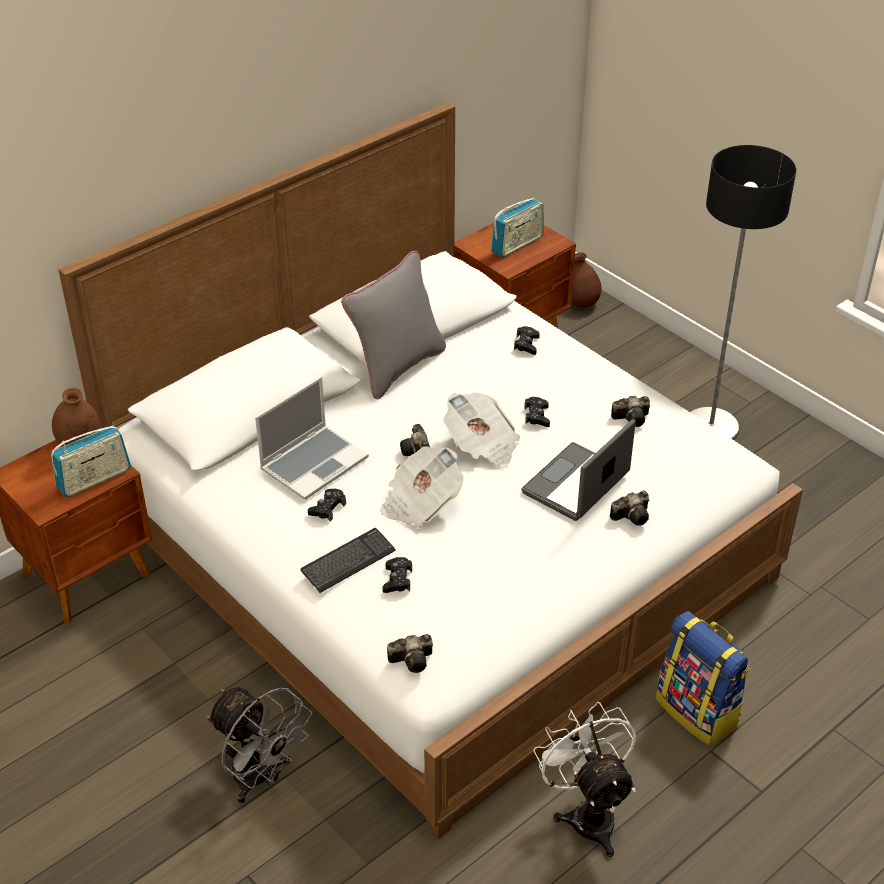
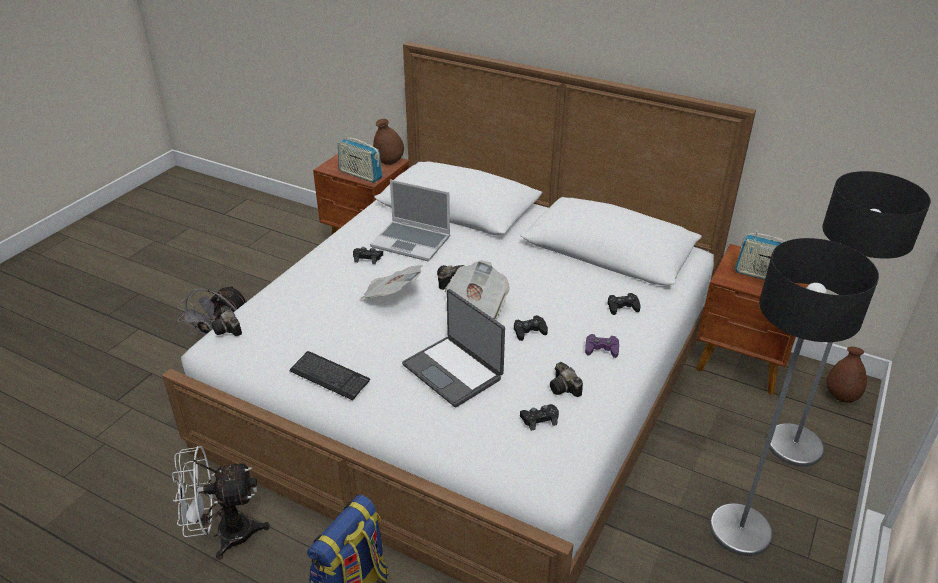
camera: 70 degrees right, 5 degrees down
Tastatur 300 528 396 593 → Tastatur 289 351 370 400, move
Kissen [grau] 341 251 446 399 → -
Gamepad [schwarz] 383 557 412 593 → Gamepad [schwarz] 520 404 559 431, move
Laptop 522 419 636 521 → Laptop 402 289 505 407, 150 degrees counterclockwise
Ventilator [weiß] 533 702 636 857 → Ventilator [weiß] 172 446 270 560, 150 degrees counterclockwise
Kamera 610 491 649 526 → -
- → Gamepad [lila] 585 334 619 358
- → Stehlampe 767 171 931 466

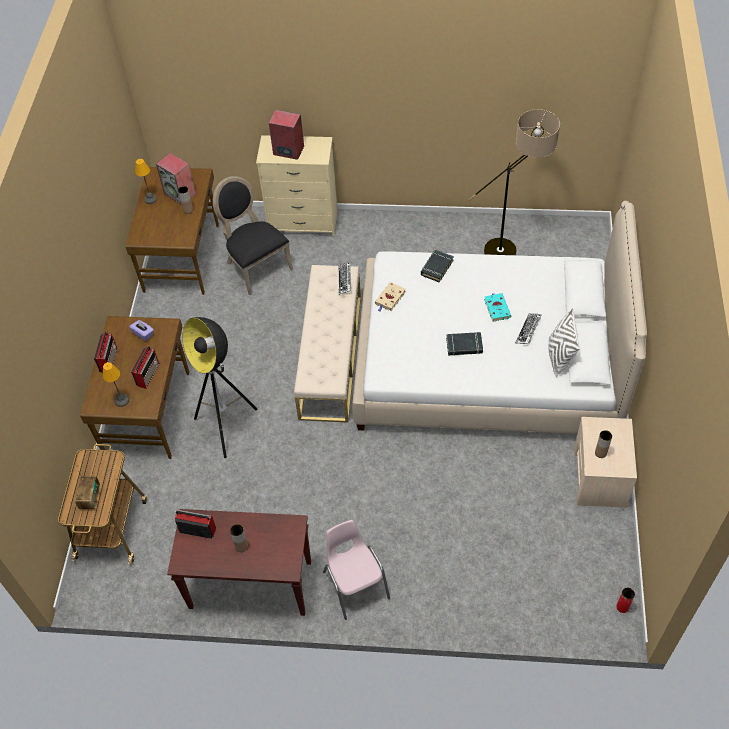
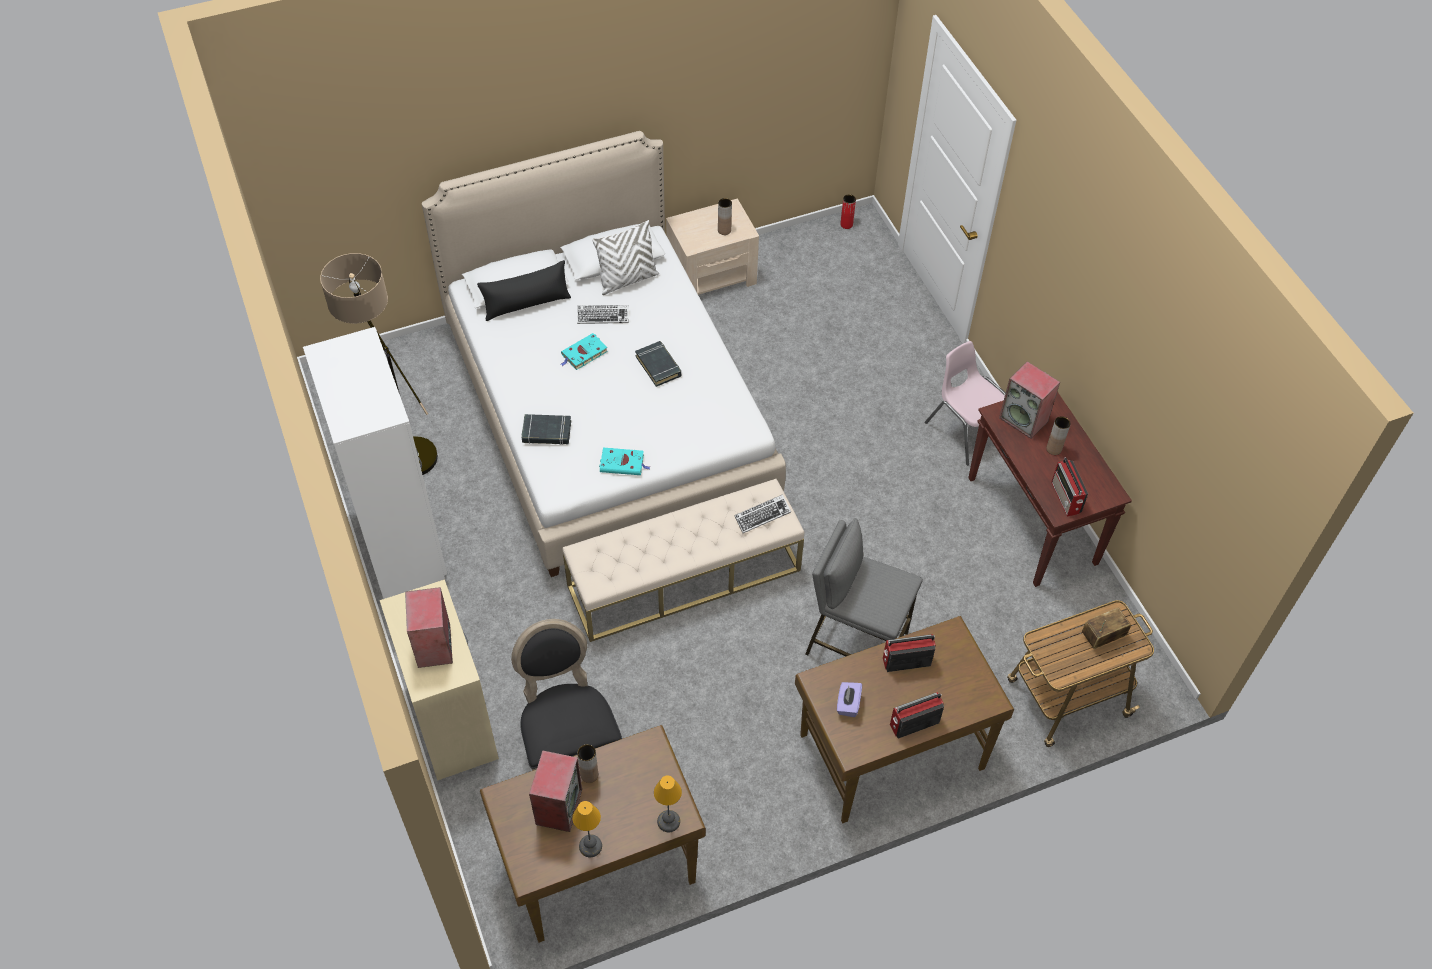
camera: 120 degrees left, 0 degrees up
Tischlampe 102 362 129 407 → Tischlampe 654 775 682 832, move
Stehlampe 183 317 257 458 → Hocker [grau] 805 518 923 656
Stuhl [schwarz] 213 176 293 295 → Stuhl [schwarz] 511 619 622 771, 135 degrees clockwise
Stuhl [rosa] 323 520 390 620 → Stuhl [rosa] 925 341 1005 465, 105 degrees clockwise
Tastatur 338 262 352 295 → Tastatur 734 494 791 533, move
Buch [beige] 375 282 406 312 → Buch [türkis] 599 448 650 475
- → Kleiderschrank [weiß] 303 327 447 599
- → Kissen [schwarz] 477 260 571 321
- → Lautsprecher 999 361 1060 439

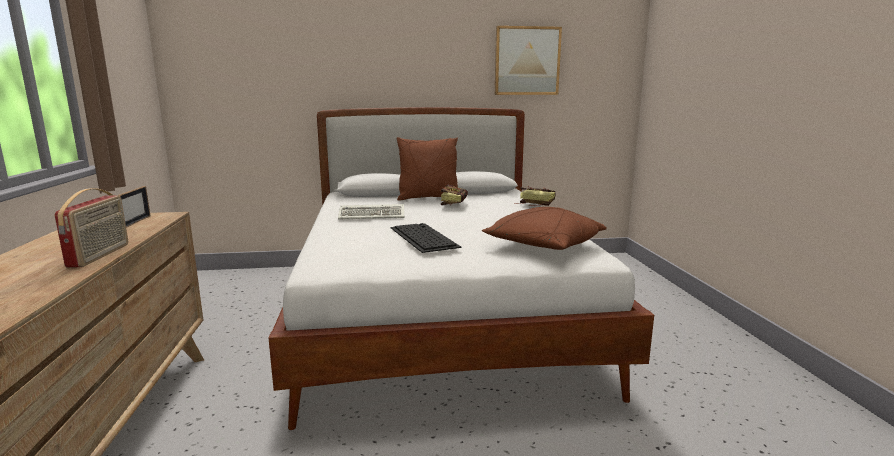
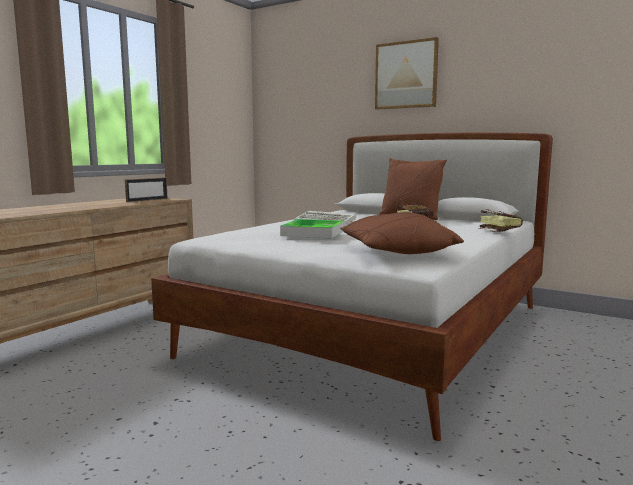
camera: 40 degrees right, 5 degrees down
Radio 55 188 128 267 → -
Tastatur 391 223 461 253 → Tablett 280 219 344 239
Bild 495 26 562 95 → Bild 375 37 439 109, move

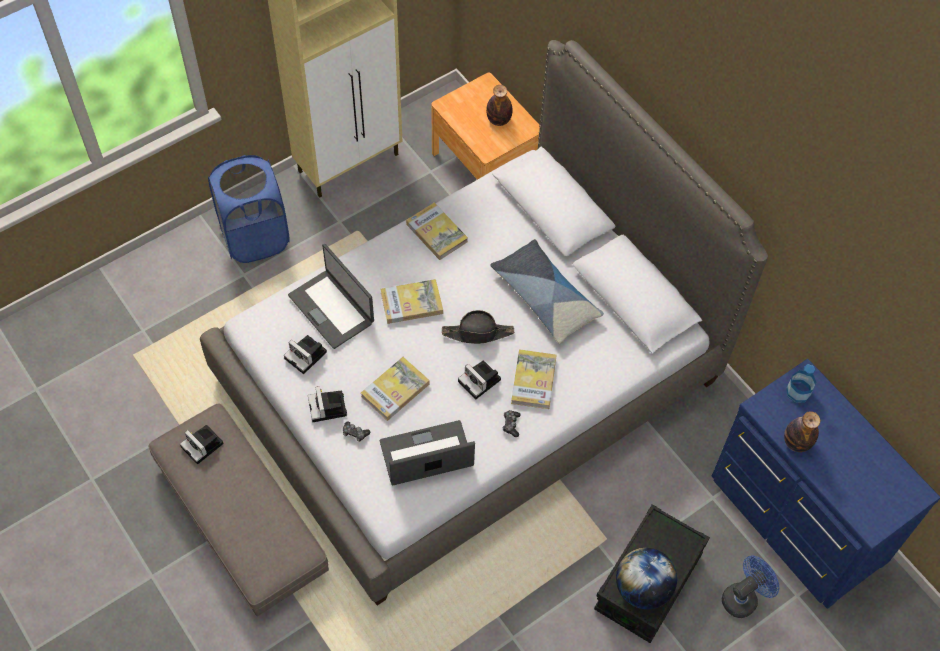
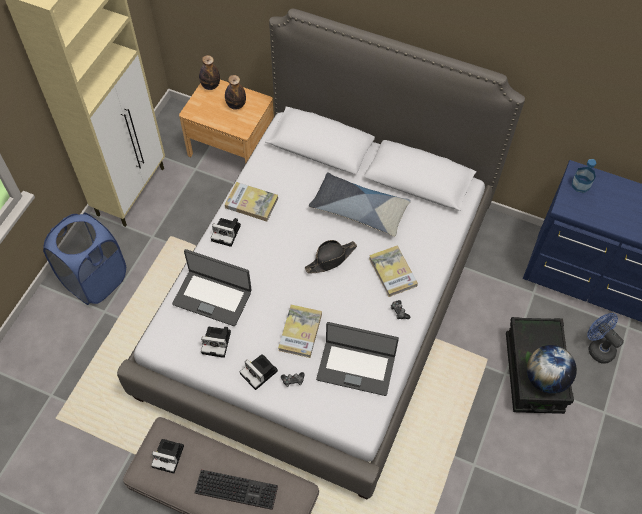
camera: 30 degrees left, 0 degrees up
Laptop 380 420 475 485 → Laptop 316 322 399 396, 120 degrees counterclockwise
Buch 381 279 443 324 → -
Kamera 458 360 501 399 → Kamera 211 218 241 247, move
Ventilator [blau] 722 556 779 618 → Ventilator [blau] 587 313 624 364, 60 degrees counterclockwise
Flasche 784 411 820 452 → Flasche 199 55 220 90, move
- → Tastatur 195 470 278 510

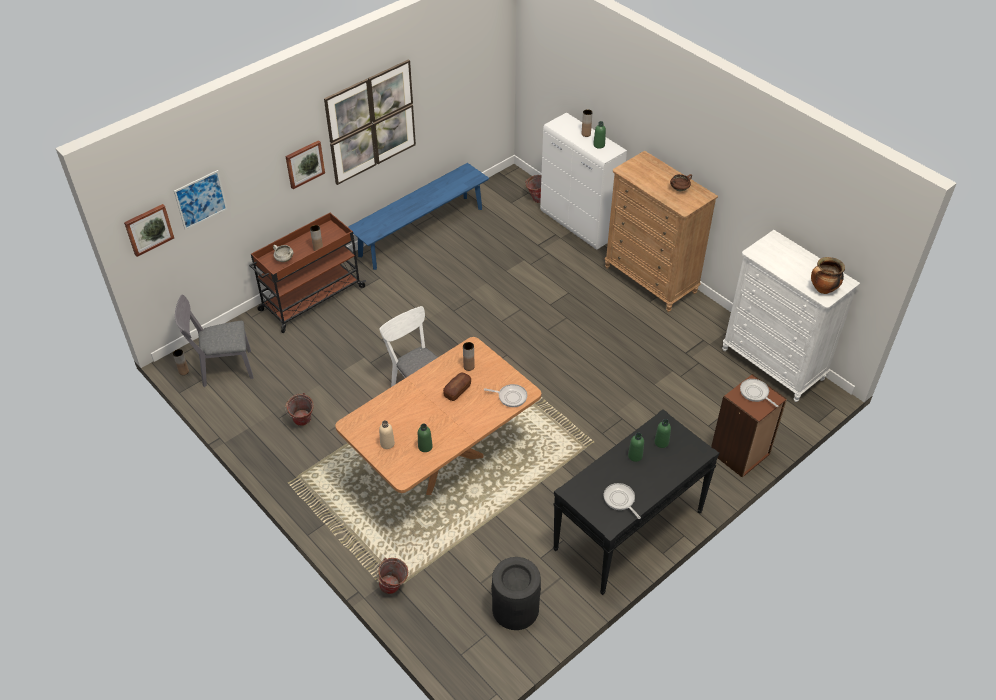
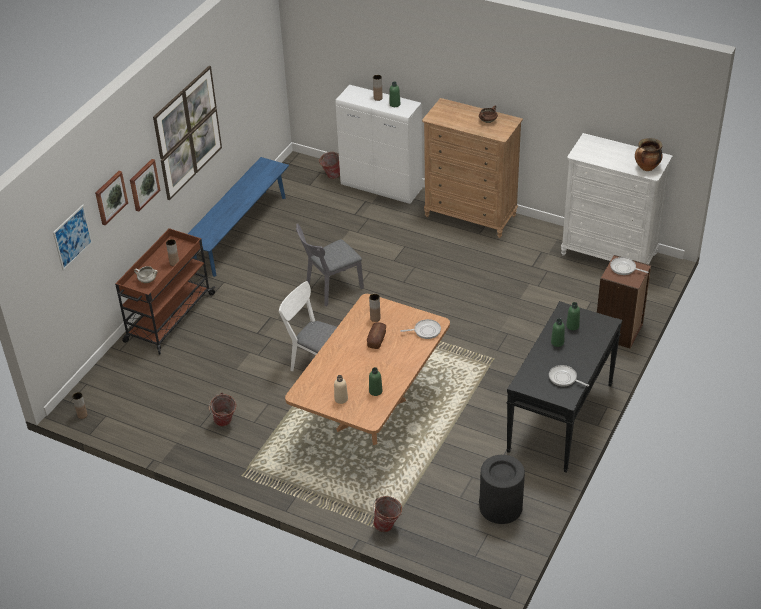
camera: 20 degrees left, 5 degrees down
Bild 124 204 174 257 → Bild 95 171 128 225, move
Stuhl [grau] 175 295 253 387 → Stuhl [grau] 296 224 364 307, move

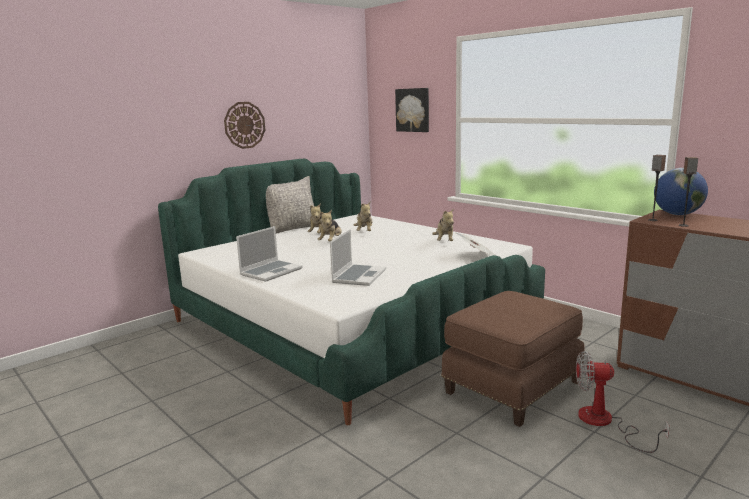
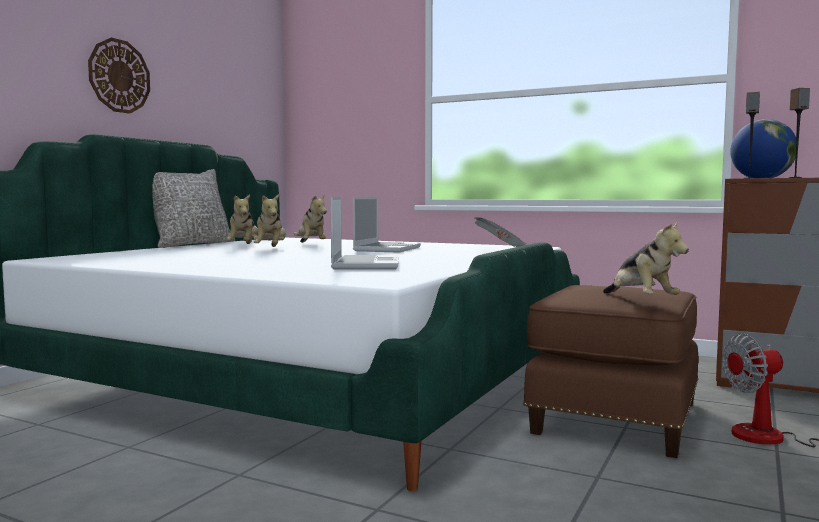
camera: 20 degrees left, 10 degrees down
Laptop 236 226 302 282 → Laptop 353 197 421 253, move
Bild 395 88 429 132 → -
Plüschtier 432 208 454 241 → Plüschtier 603 221 689 295, move

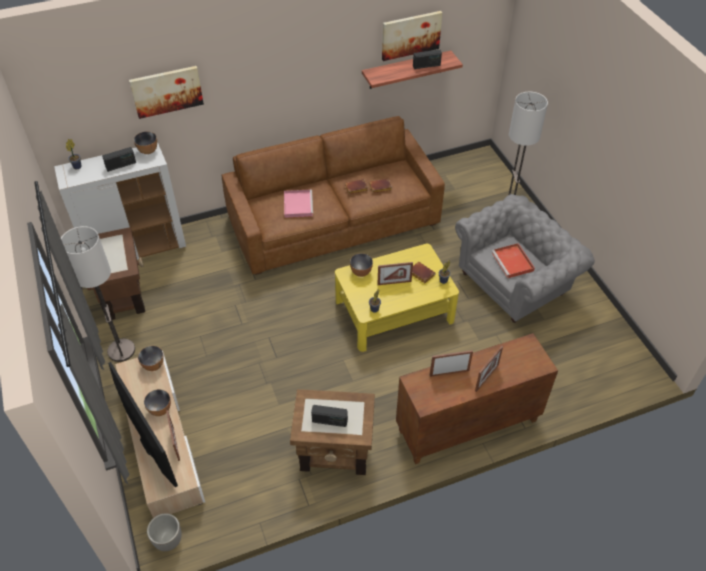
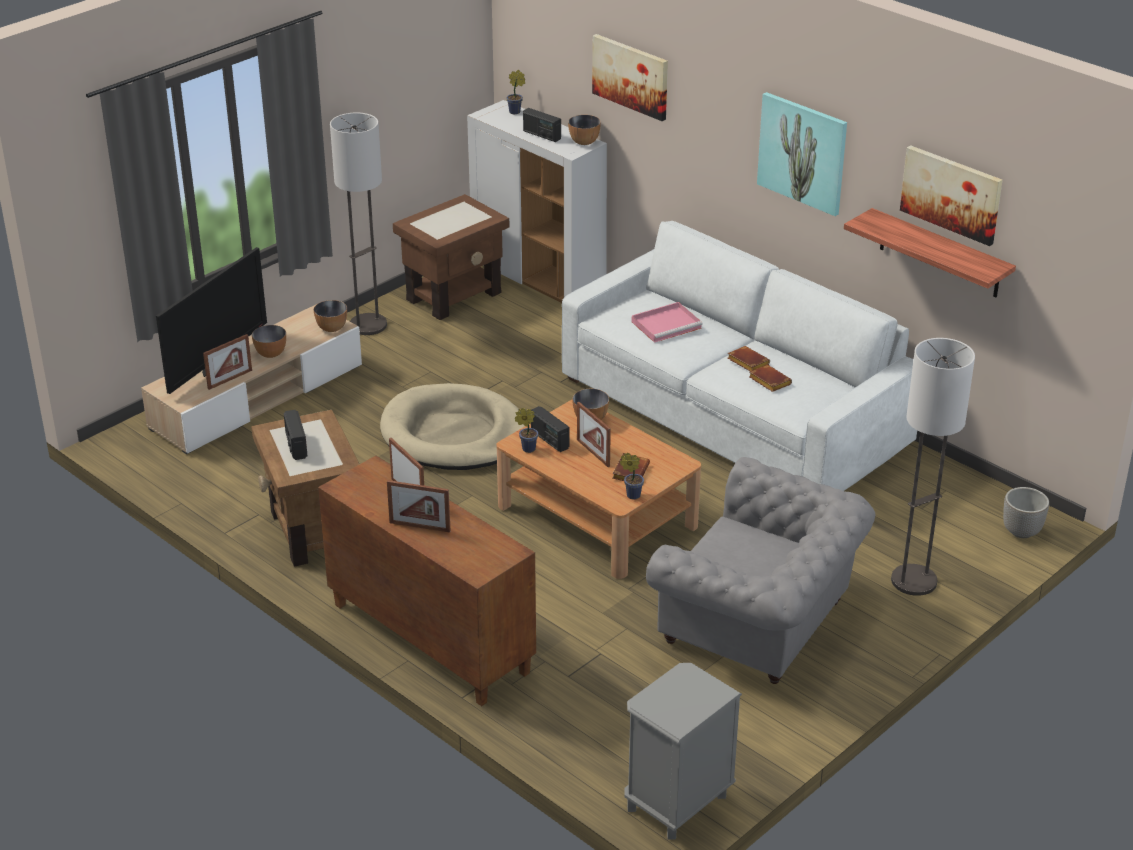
camera: 65 degrees right, 15 degrees down
Pflanzkübel 147 513 182 551 → Pflanzkübel 1003 487 1049 538, move
Sofa [braun] 222 116 445 275 → Sofa [weiß] 562 221 917 491
Couchtisch [gelb] 335 244 459 352 → Couchtisch [braun] 496 400 701 579
Radio 413 50 442 69 → Radio 531 406 570 452, move
Tablett [rot] 492 243 535 278 → -
- → Hundebett [beige] 380 383 525 470
- → Nachttisch [grau] 624 663 742 840
- → Bild 757 92 847 216

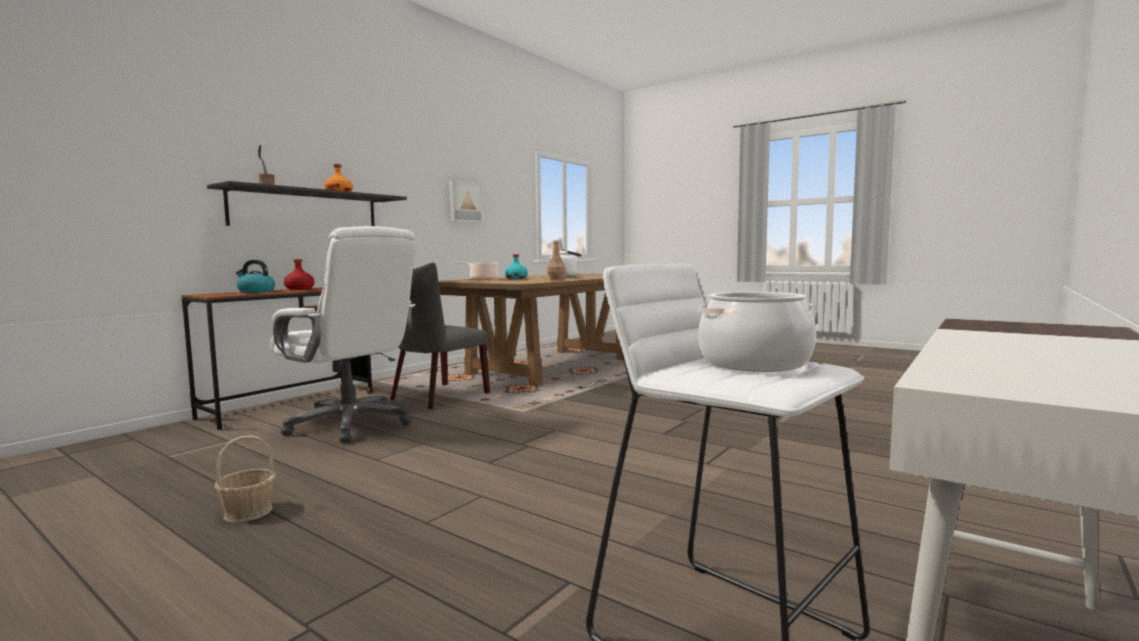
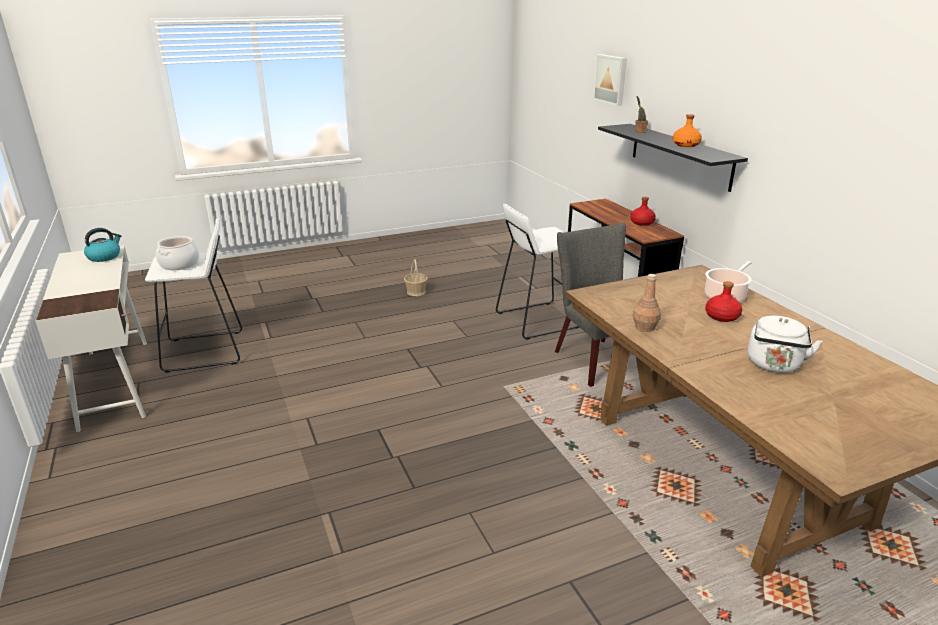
camera: 120 degrees right, 20 degrees up
Wasserkessel 236 260 275 293 → Wasserkessel 84 228 121 262, move
Bürostuhl [weiß] 270 226 416 443 → Hocker [weiß] 496 204 579 340
Bild 449 180 483 223 → Bild 593 54 627 106, move
Flasche [türkis] 505 254 528 279 → Flasche [rot] 705 281 742 322

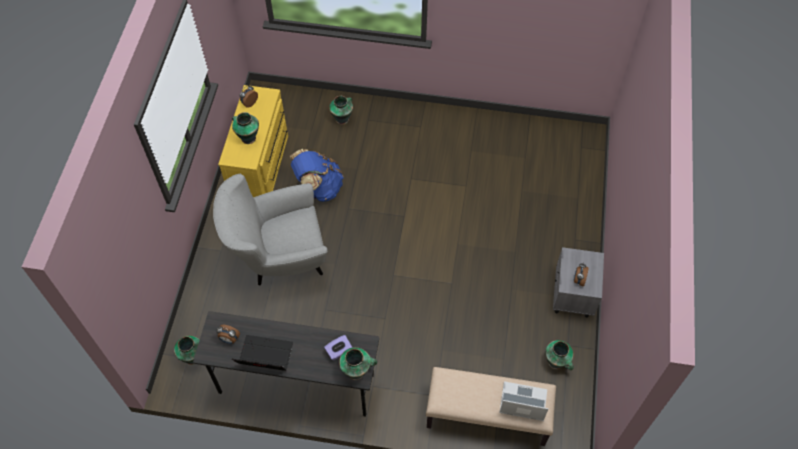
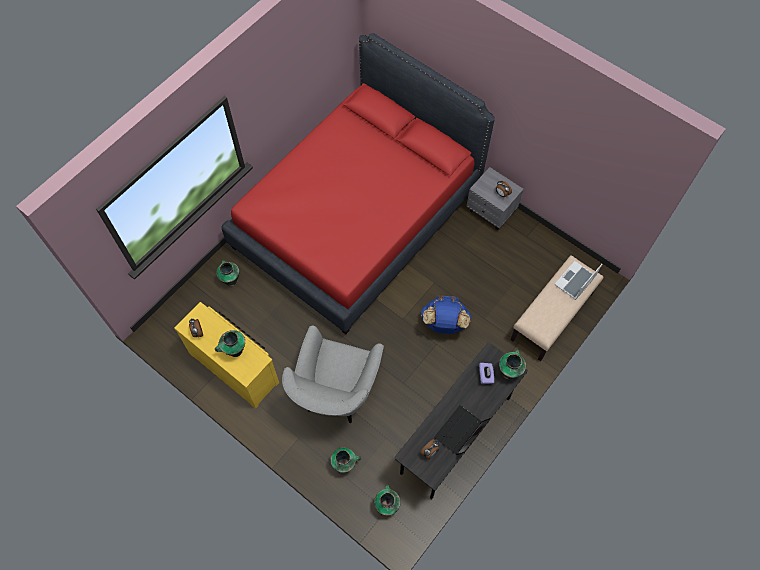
camera: 60 degrees left, 5 degrees up
Rucksack [blau] 290 149 344 202 → Rucksack [blau] 421 295 471 334, move
Vase 545 340 574 370 → Vase 330 447 361 473, move
- → Bett [rot] 222 33 495 334

